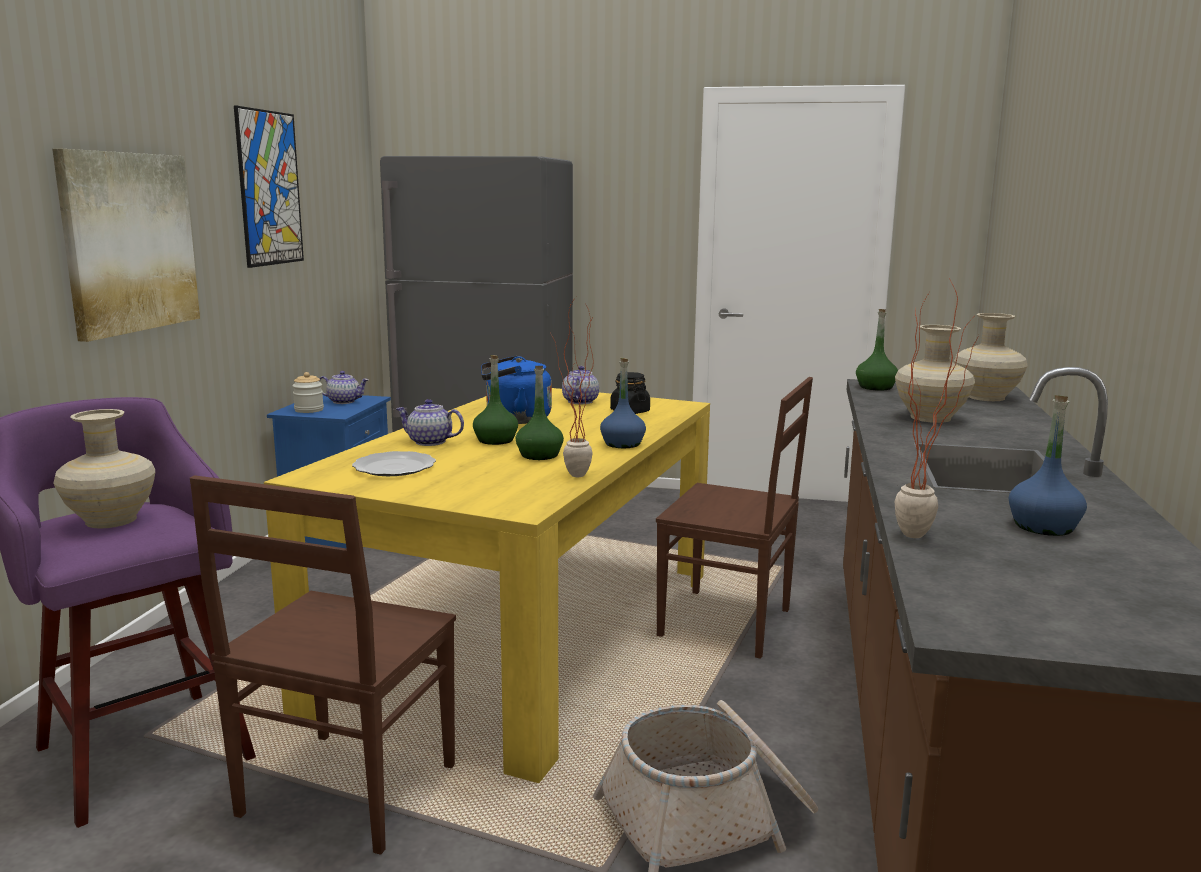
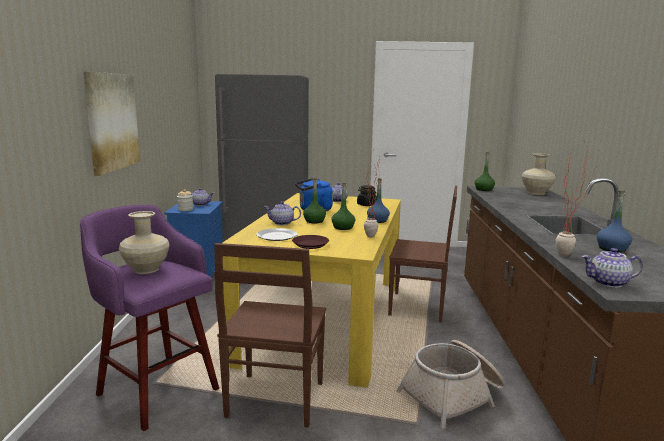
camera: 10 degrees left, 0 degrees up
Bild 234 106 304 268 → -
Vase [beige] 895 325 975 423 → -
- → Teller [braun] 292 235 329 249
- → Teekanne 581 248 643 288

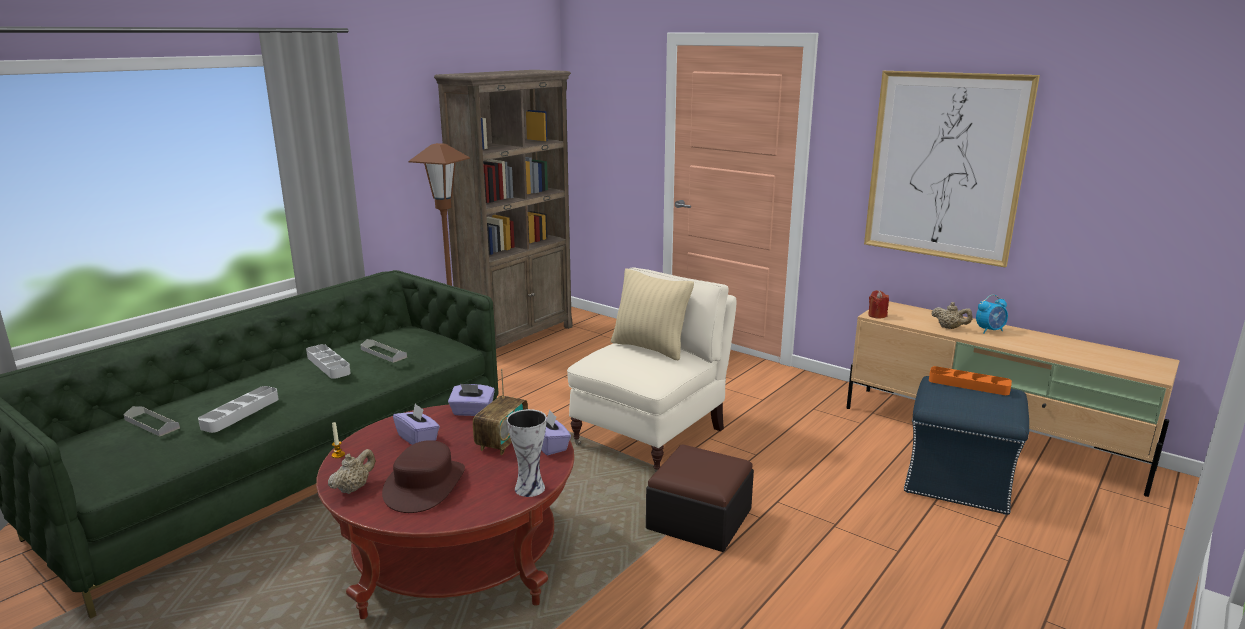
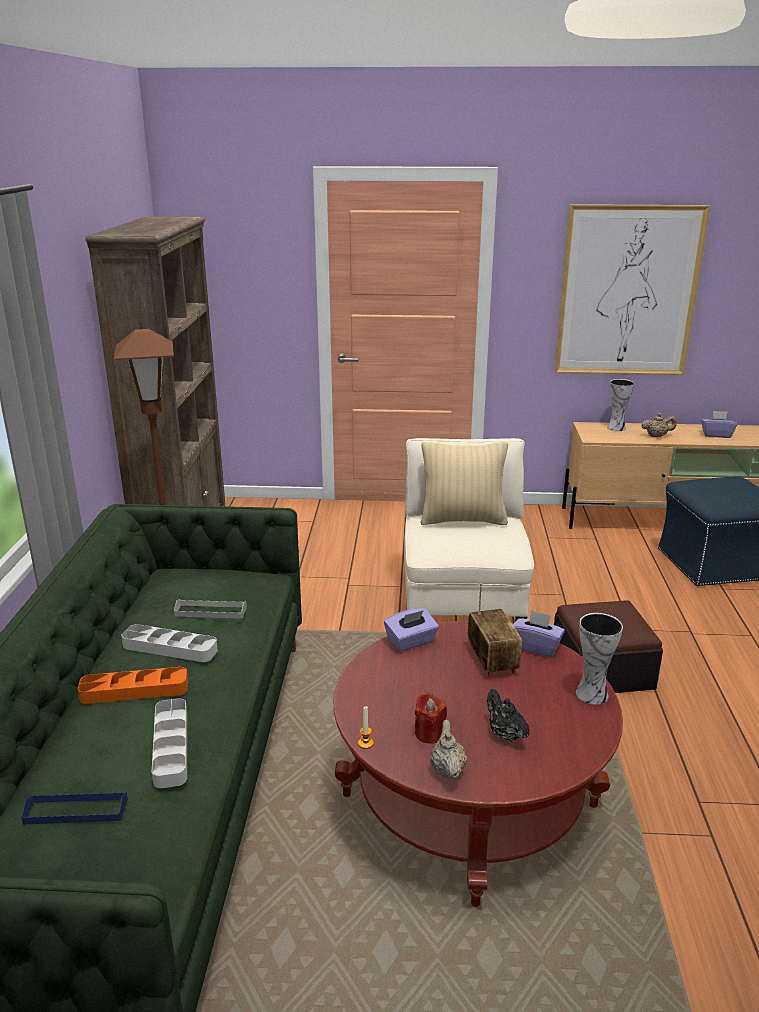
camera: 35 degrees left, 5 degrees up
Tablett [grau] 123 406 180 437 → Tablett [blau] 21 791 128 824
Hut [braun] 382 440 465 513 → Teekanne [schwarz] 487 689 529 742
Taschentuchbox [lila] 393 403 440 445 → Taschentuchbox [lila] 701 411 737 438, move
Kerze [rot] 868 290 889 318 → Kerze [rot] 415 693 447 744, move
Tablett [orange] 929 366 1012 395 → Tablett [orange] 77 667 188 704, move
Wecker 976 294 1008 333 → -
- → Vase 607 379 635 431

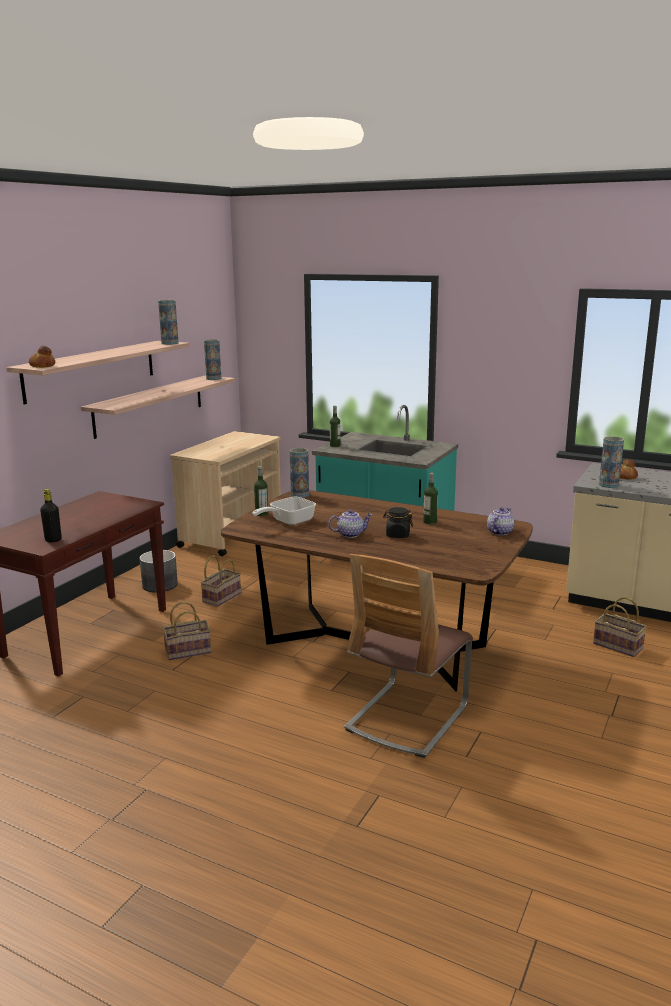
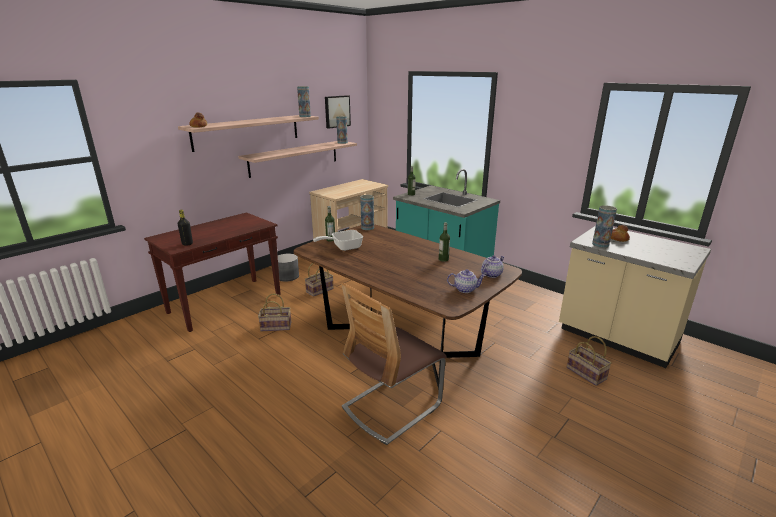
camera: 15 degrees right, 5 degrees up
Teekanne 328 509 372 538 → Teekanne 447 269 486 293, move
Vorratsglas [schwarz] 383 507 413 538 → -
- → Bild 325 95 351 129

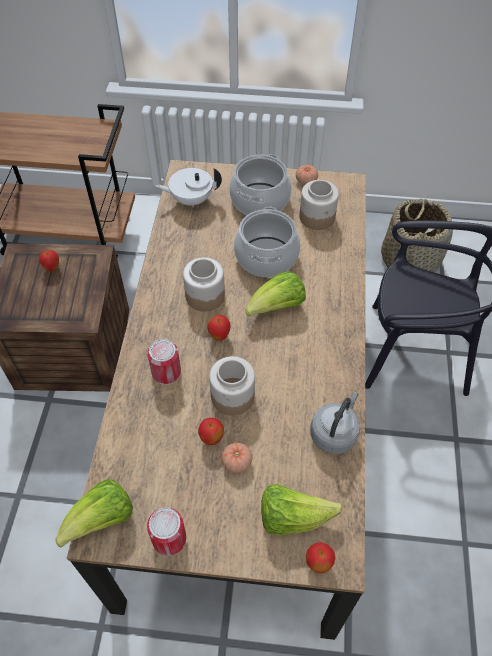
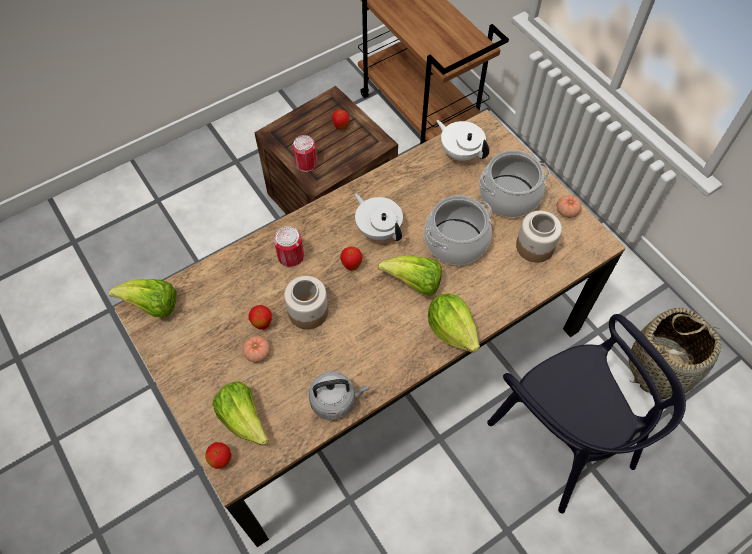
camera: 50 degrees right, 5 degrees up
Dose 147 507 186 556 → Dose 293 135 317 172, move
Vorratsglas 183 257 225 312 → Teekanne [weiß] 355 193 403 241
- → Salatkopf 428 293 480 353

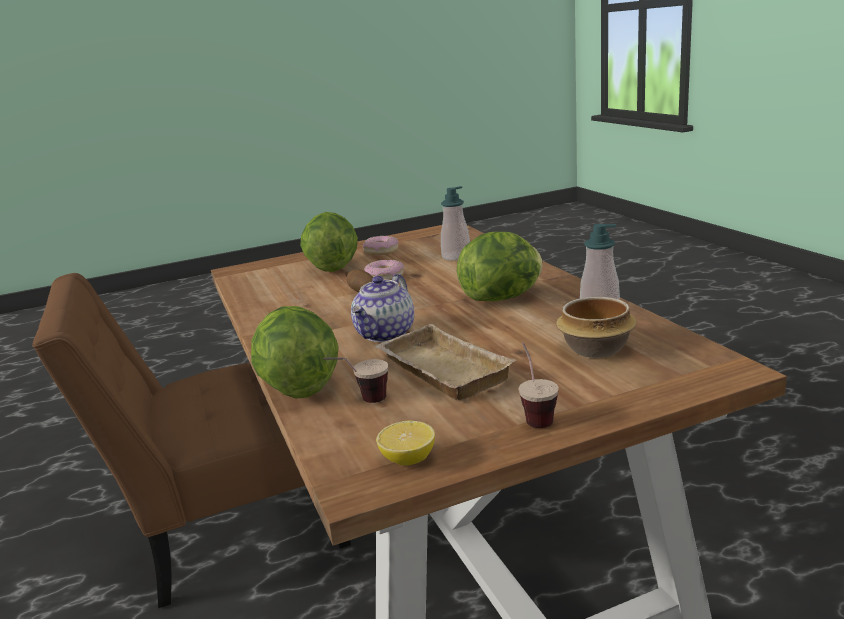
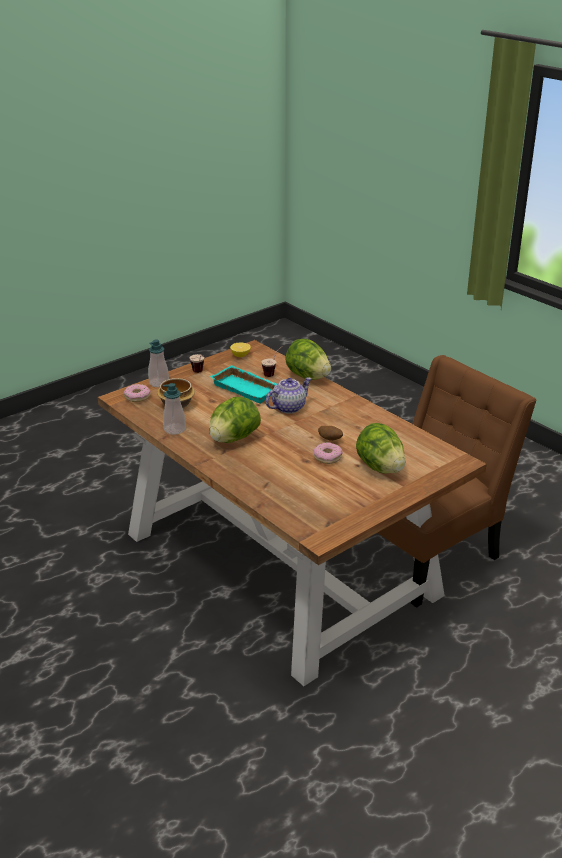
camera: 160 degrees right, 10 degrees up
Teekanne 351 274 414 342 → Teekanne 266 377 312 414, 45 degrees clockwise
Donut 363 236 399 256 → Donut 124 384 151 402, move
Tablett [beige] 374 324 517 400 → Tablett [türkis] 210 365 277 404
Seifenspender 441 186 470 261 → Seifenspender 148 339 169 387, move

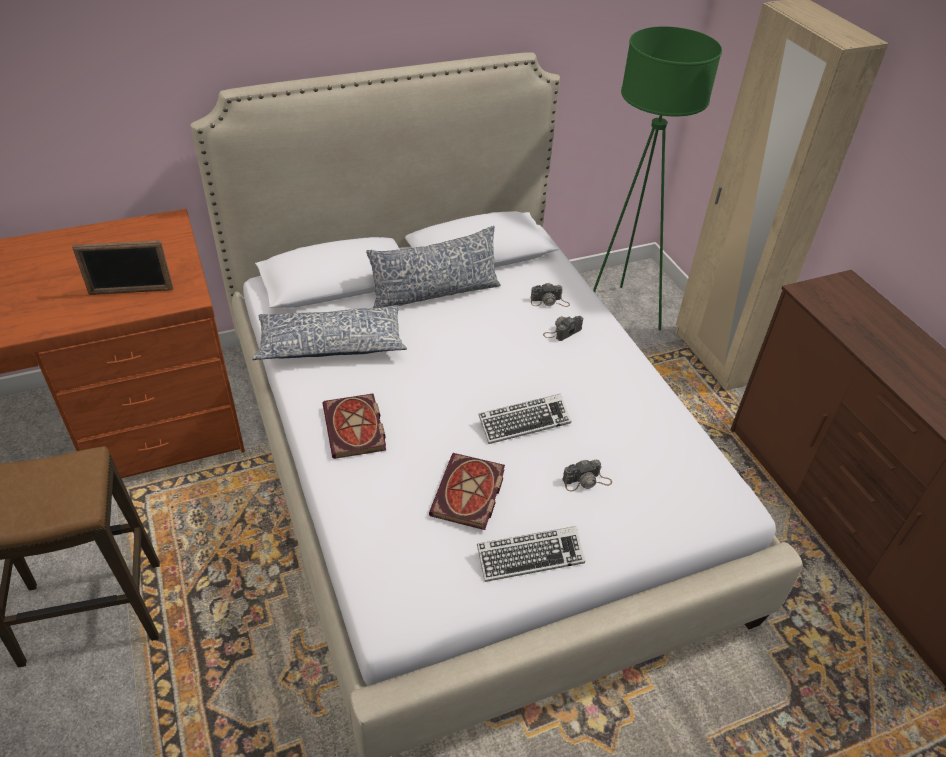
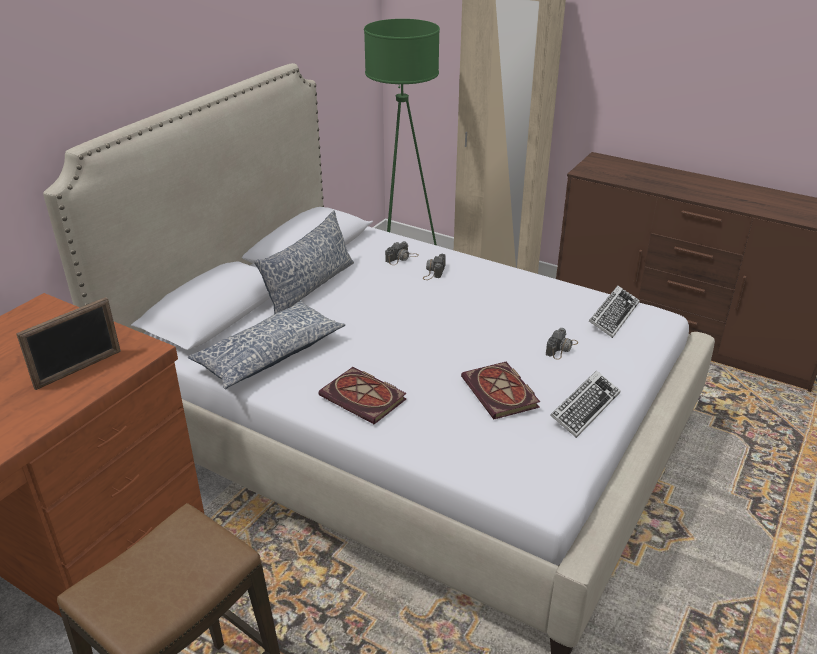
camera: 35 degrees left, 10 degrees down
Tastatur 478 394 571 444 → Tastatur 589 285 640 338, move

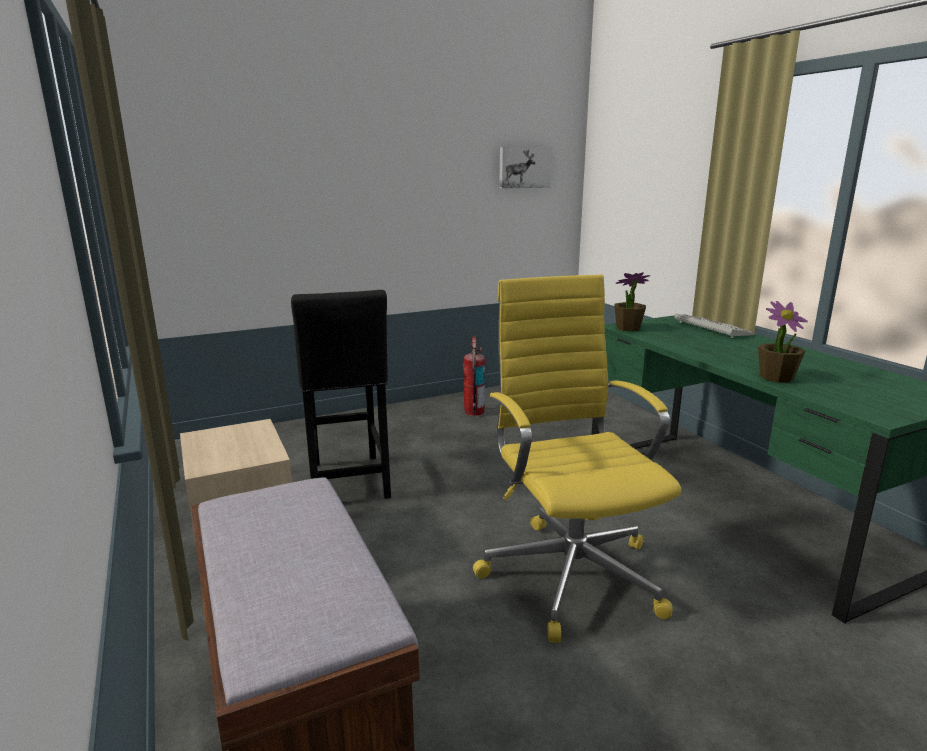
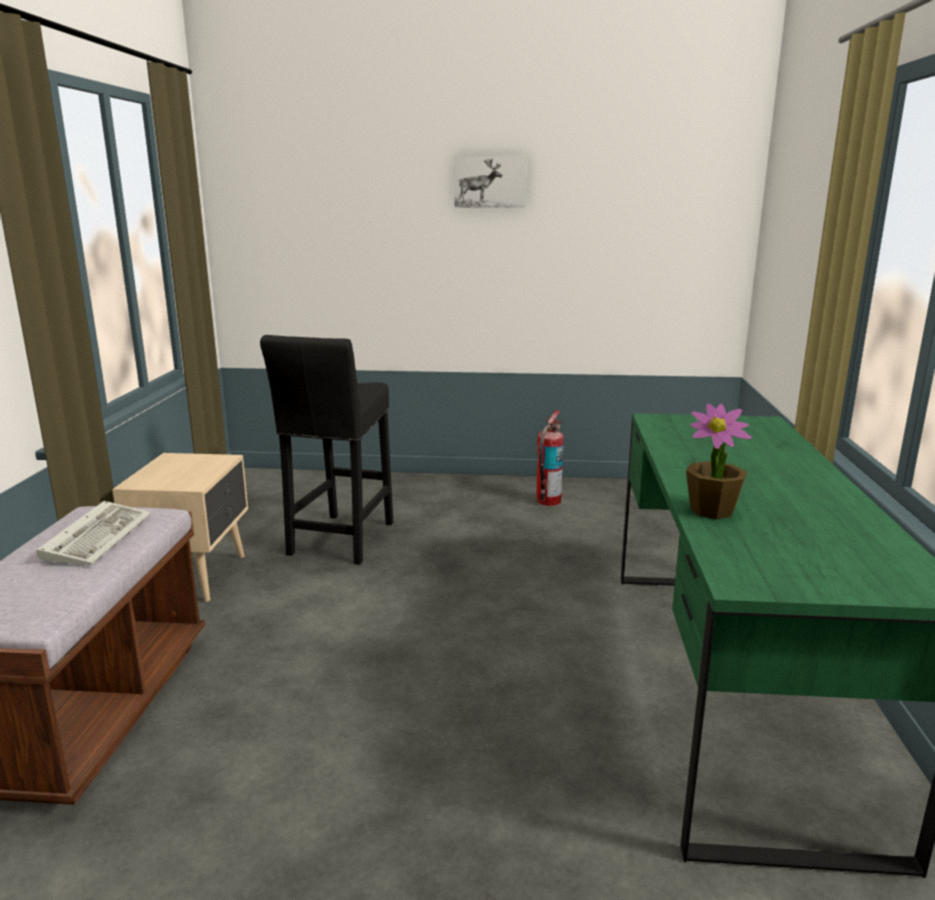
camera: 30 degrees right, 0 degrees up
Bürostuhl [gelb] 473 275 681 643 → -
Bild 499 147 552 188 → Bild 454 156 527 208, move
Topfpflanze 614 272 650 331 → -
Tastatur 675 313 755 338 → Tastatur 37 501 151 566, move

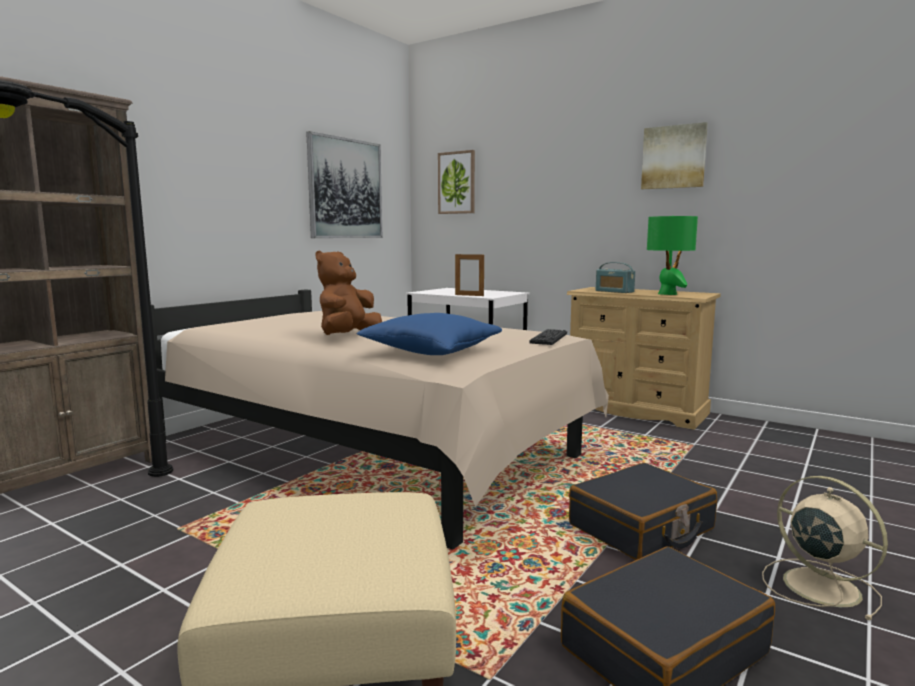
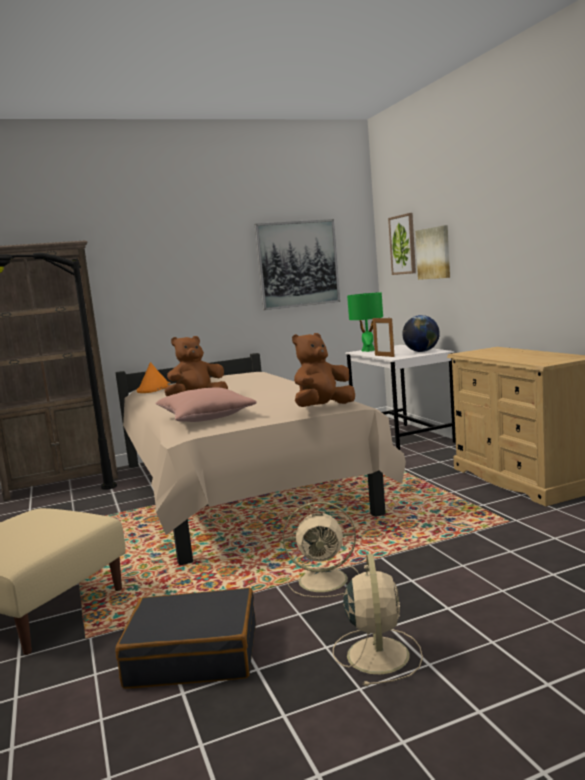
camera: 35 degrees right, 0 degrees up
Kissen [blau] 357 313 502 355 → Kissen [rosa] 155 387 257 422
Tastatur 529 329 567 345 → Plüschtier [braun] 292 333 355 407
Koffer [schwarz] 569 463 717 560 → Ventilator [beige] 283 501 359 598
Radio 596 262 635 293 → -
Bild 641 122 708 189 → Bild 415 225 450 280, move
Tischlampe [grün] 647 216 698 295 → Tischlampe [grün] 347 292 383 352, move
- → Hut [orange] 137 362 170 393
- → Globus 402 315 440 352

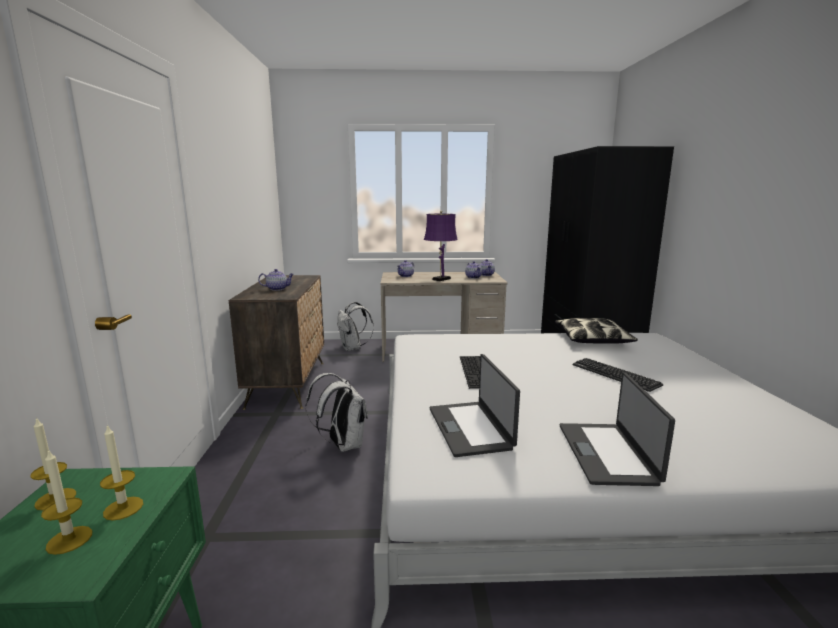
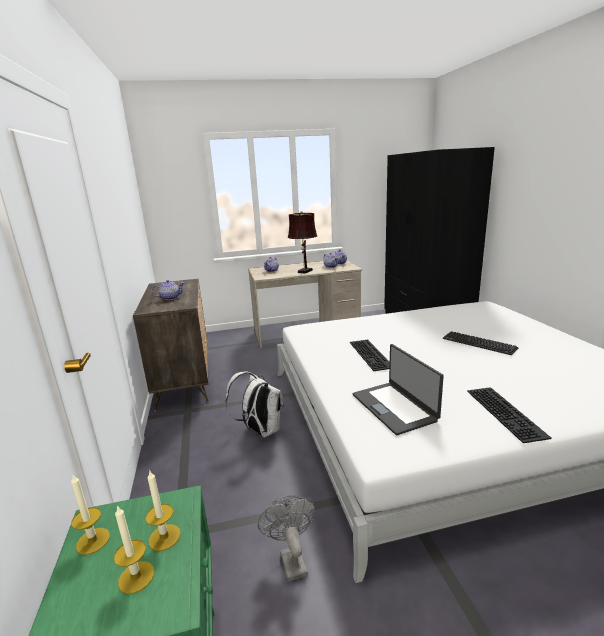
camera: 10 degrees left, 5 degrees up
Rucksack [weiß] 337 302 374 351 → -
Tischlampe [lila] 424 211 458 281 → Tischlampe [braun] 288 211 317 273
Kissen 555 318 638 344 → -
Laptop 560 372 675 486 → Tastatur 467 387 552 443
- → Ventilator [grau] 258 495 316 581

